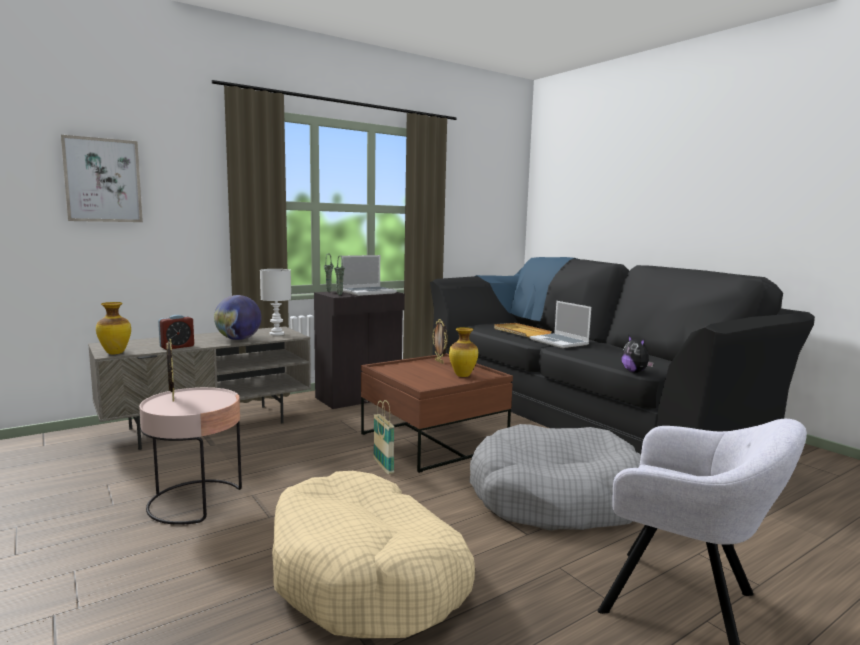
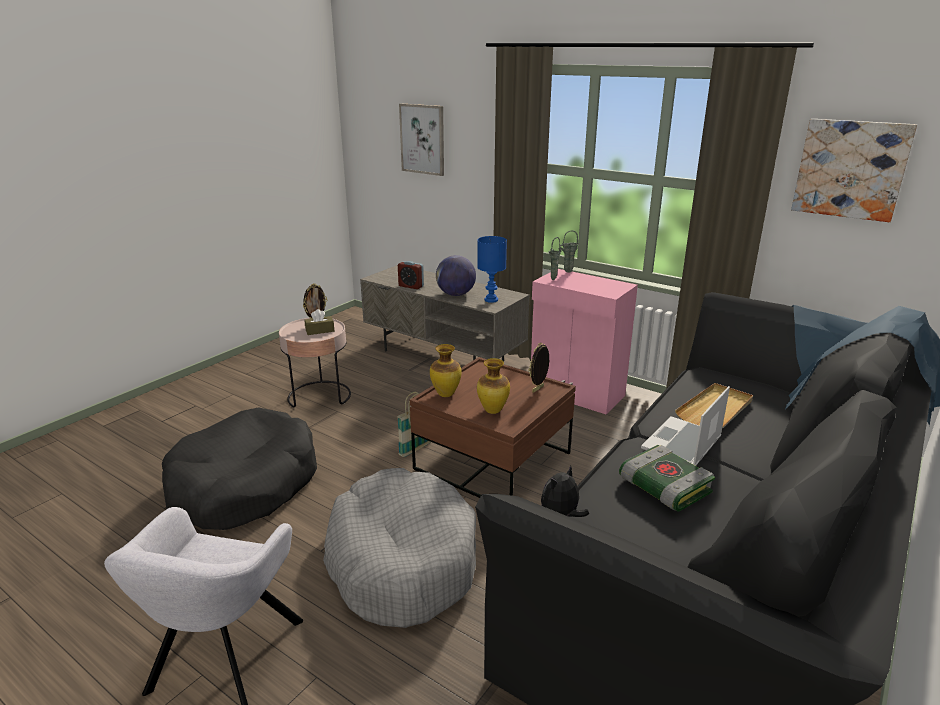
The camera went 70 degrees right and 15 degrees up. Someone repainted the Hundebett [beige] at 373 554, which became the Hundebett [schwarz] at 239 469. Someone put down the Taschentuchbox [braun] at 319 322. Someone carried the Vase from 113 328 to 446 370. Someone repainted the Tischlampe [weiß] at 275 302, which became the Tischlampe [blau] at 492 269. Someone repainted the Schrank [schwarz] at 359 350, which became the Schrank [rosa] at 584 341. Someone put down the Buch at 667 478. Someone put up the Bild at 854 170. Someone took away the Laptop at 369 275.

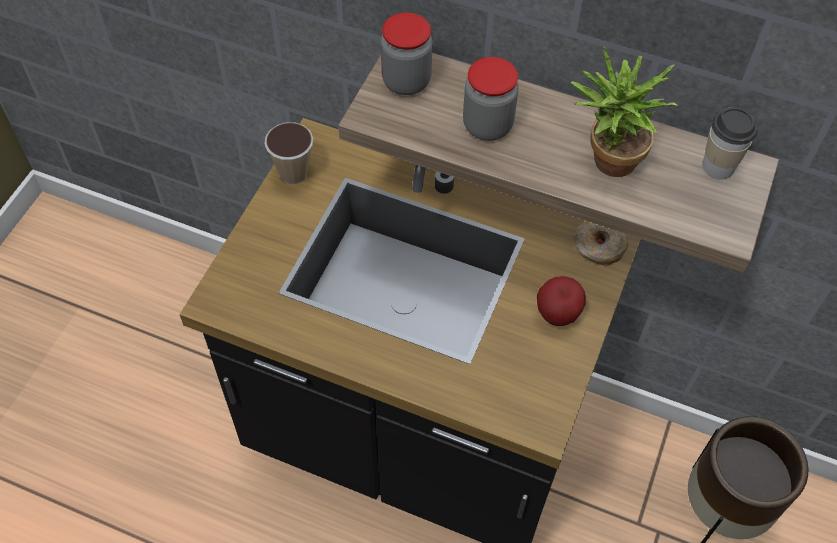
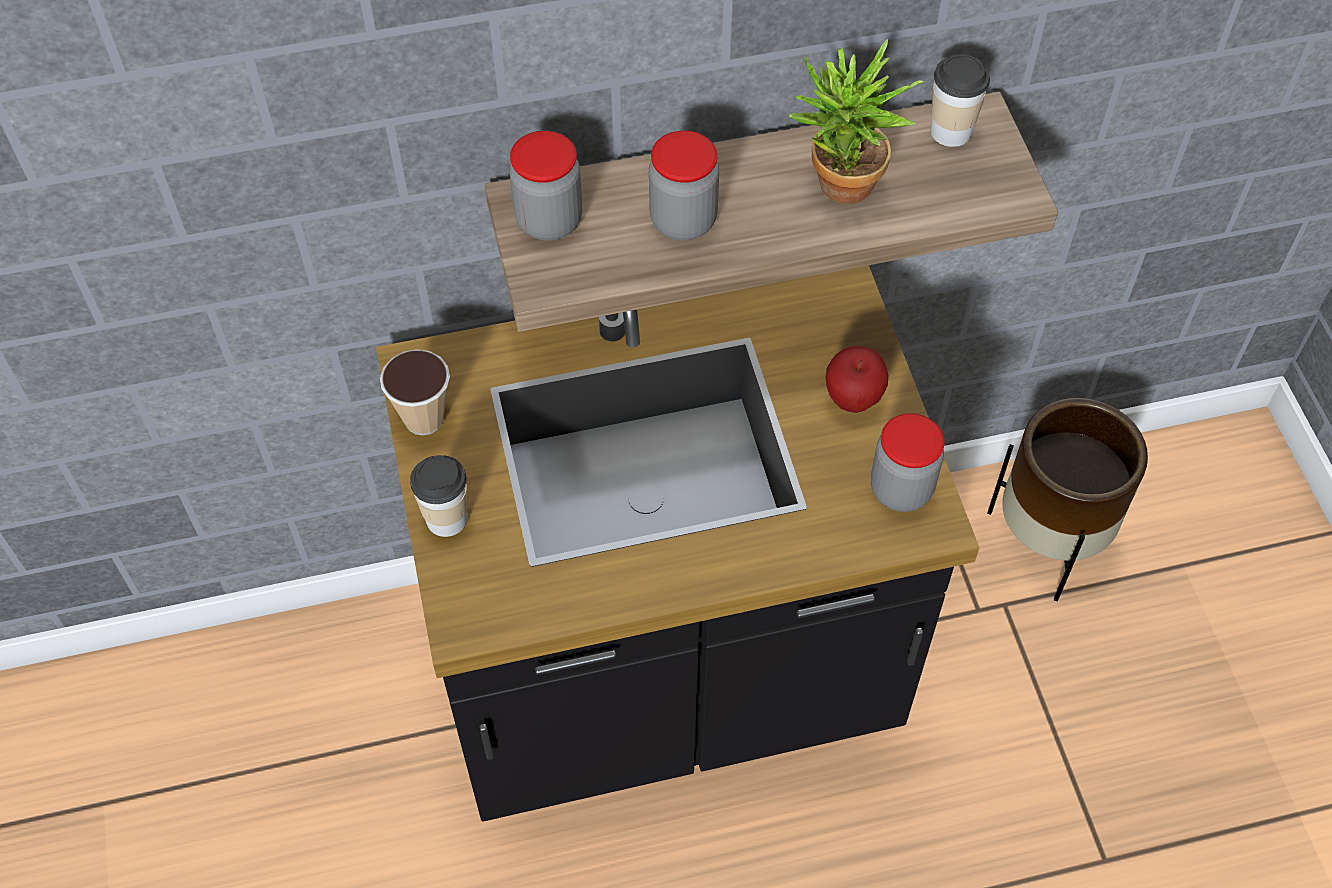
The camera went 35 degrees left and 0 degrees up. Someone put down the Tasse at 439 496. Someone put down the Vorratsglas at 908 462. Someone took away the Donut at 601 243.

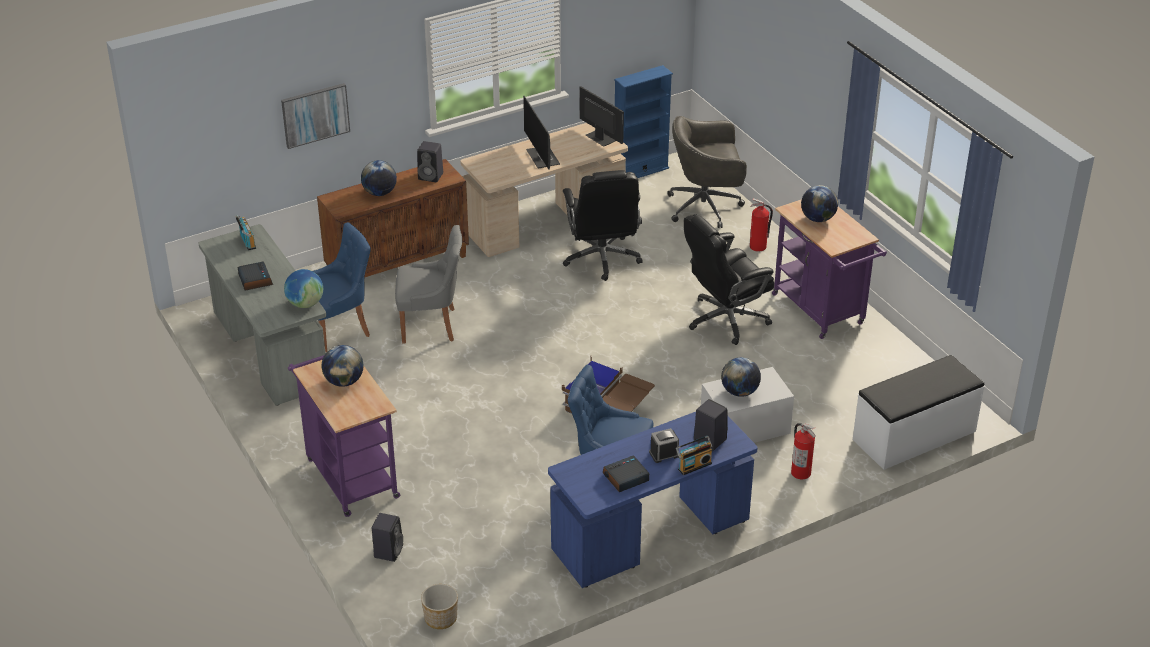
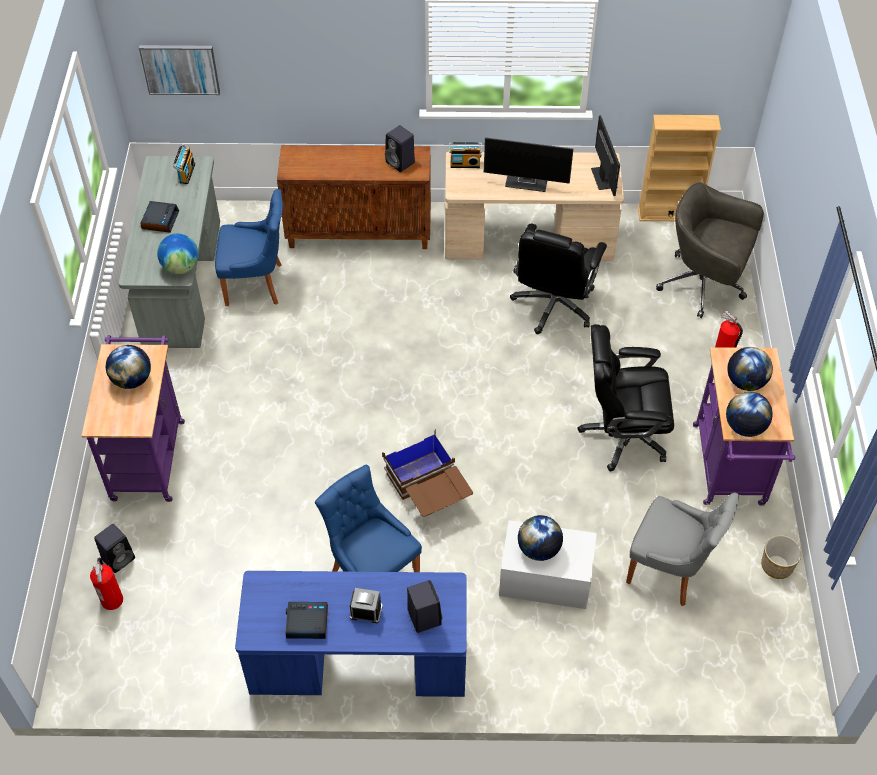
The camera went 30 degrees right and 15 degrees up. Someone carried the Feuerlöscher from 803 451 to 106 583. Someone carried the Bild from 315 116 to 179 70. Someone carried the Radio from 694 455 to 465 155. Someone rotated the Monitor at 541 133 by 90 degrees counterclockwise. Someone carried the Stuhl [grau] from 428 284 to 682 549. Someone repainted the Bücherregal [blau] at 643 121, which became the Bücherregal [beige] at 679 168. Someone carried the Globus from 379 178 to 749 414. Someone carried the Pflanzkübel from 439 606 to 781 557. Someone took away the Bank [weiß] at 919 412.

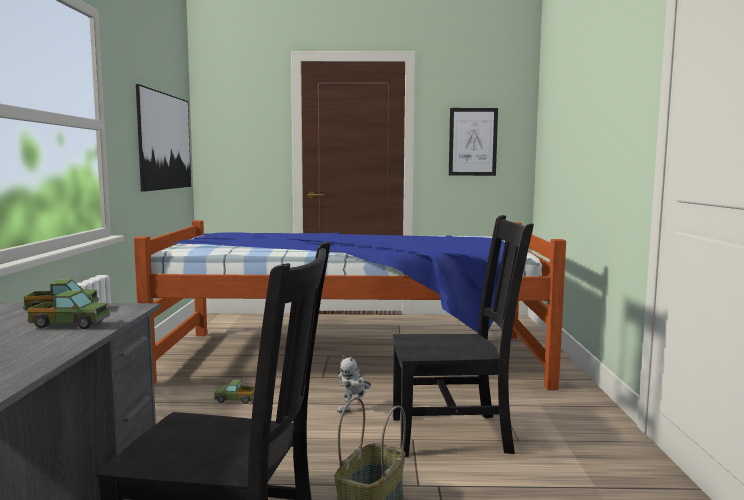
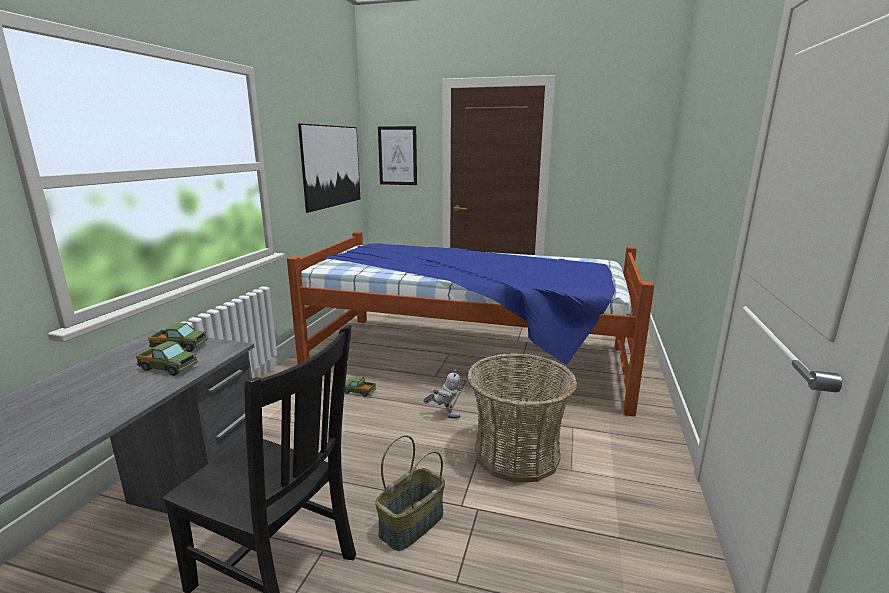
The camera went 15 degrees right and 10 degrees up. Someone carried the Bild from 473 142 to 397 155. Someone rotated the Spielzeugroboter at 354 384 by 135 degrees counterclockwise. Someone swapped the Stuhl [schwarz] at 463 336 for the Korb at 522 418.

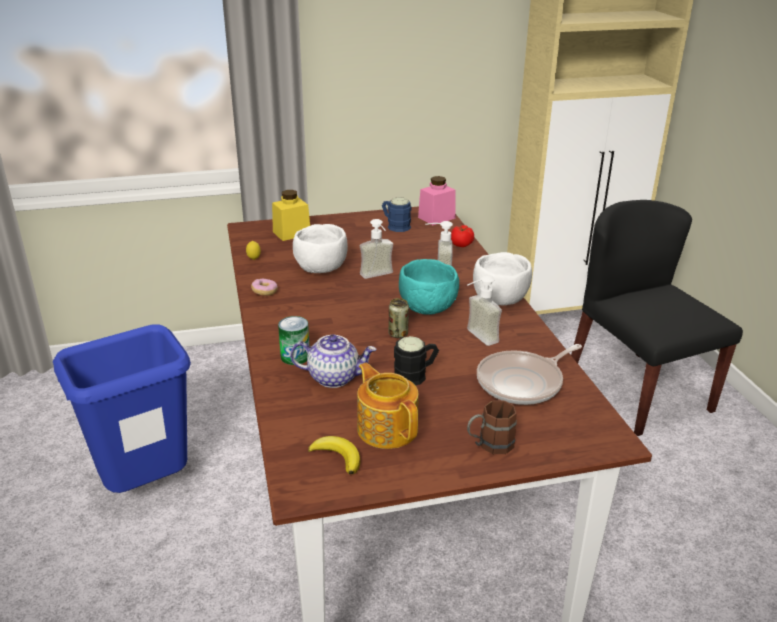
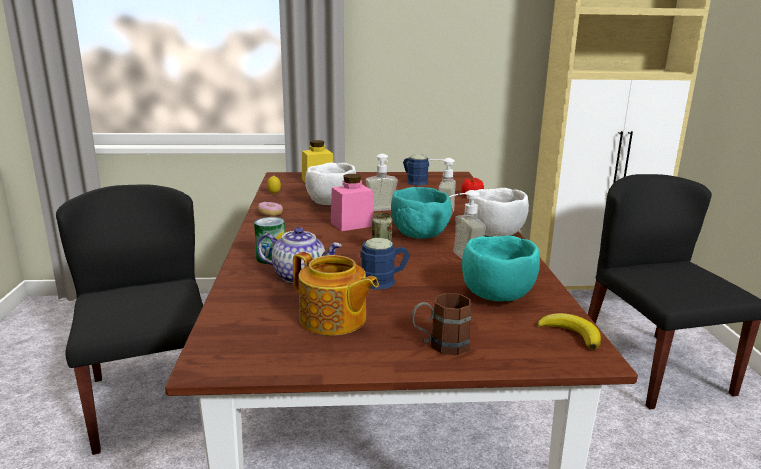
The camera went 10 degrees right and 10 degrees down. Someone swapped the Mülleimer [blau] at 122 408 for the Stuhl [schwarz] at 129 319. Someone rotated the Teekanne at 388 406 by 150 degrees clockwise. Someone carried the Vorratsglas [rosa] from 437 200 to 352 202. Someone repainted the Henkelbecher [schwarz] at 416 360, which became the Henkelbecher [blau] at 385 263. Someone swapped the Pfanne at 529 374 for the Schüssel [türkis] at 501 268. Someone carried the Banane from 334 455 to 569 331.

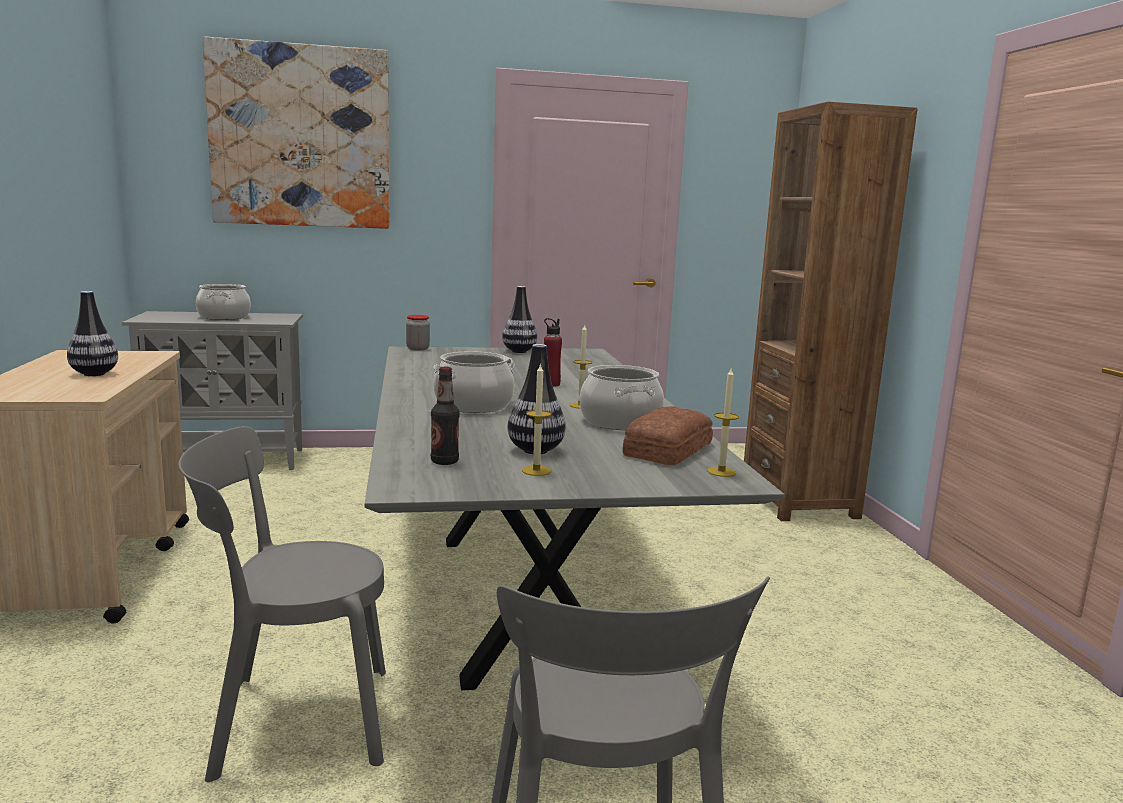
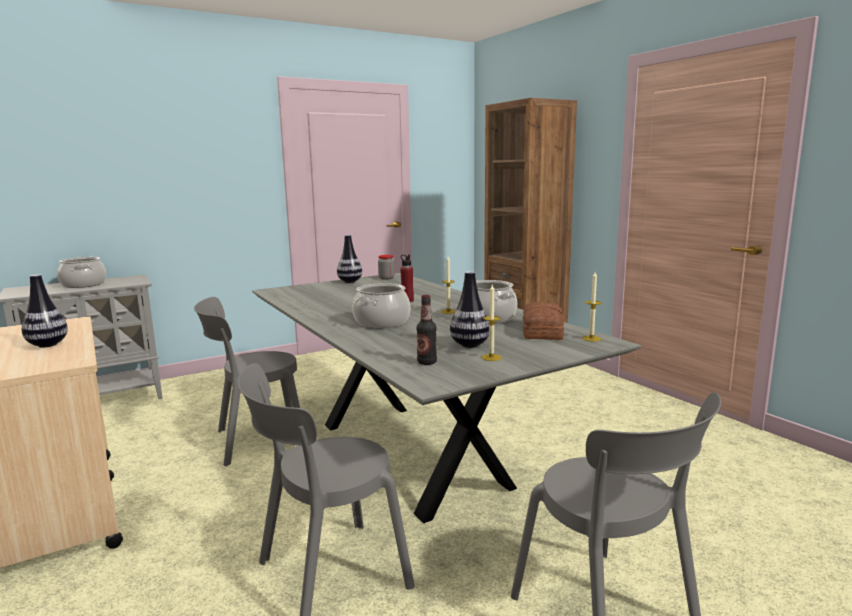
The camera went 20 degrees left and 0 degrees up. Someone put down the Stuhl [grau] at 247 381. Someone carried the Vorratsglas from 418 333 to 386 267. Someone took away the Bild at 296 133.

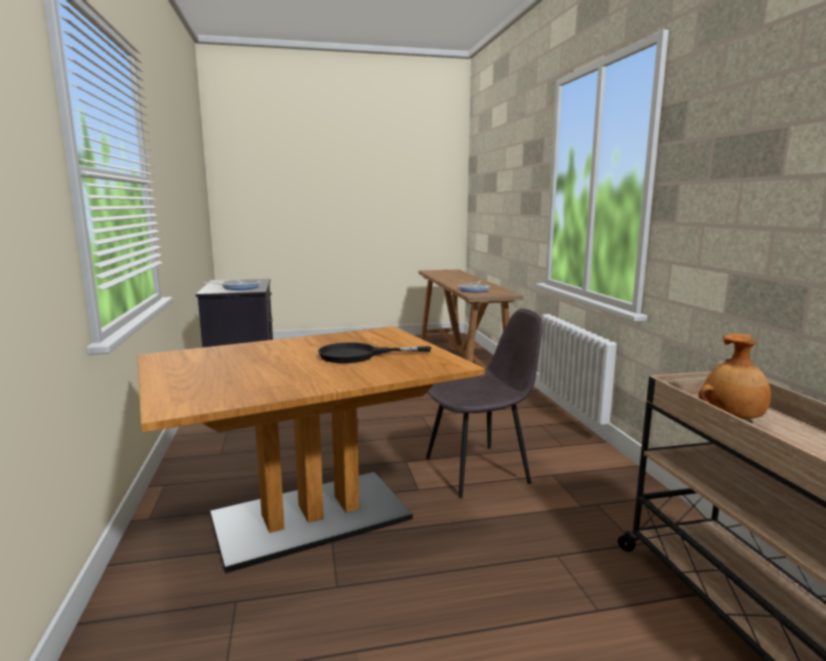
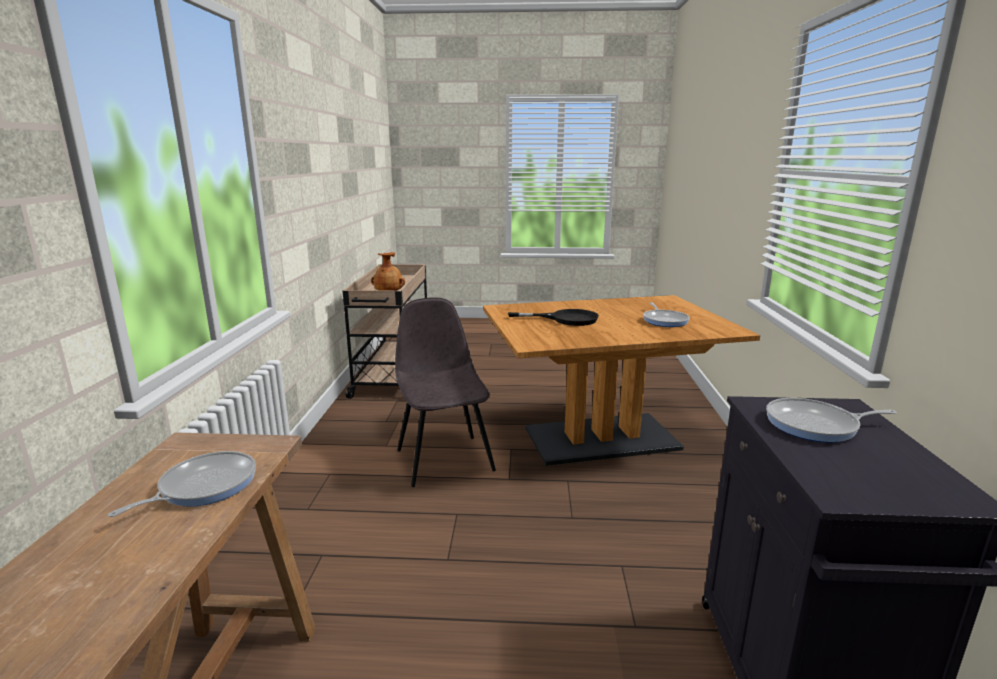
The camera went 165 degrees left and 5 degrees up. Someone rotated the Stuhl [grau] at 484 403 by 75 degrees clockwise. Someone put down the Pfanne at 666 315.

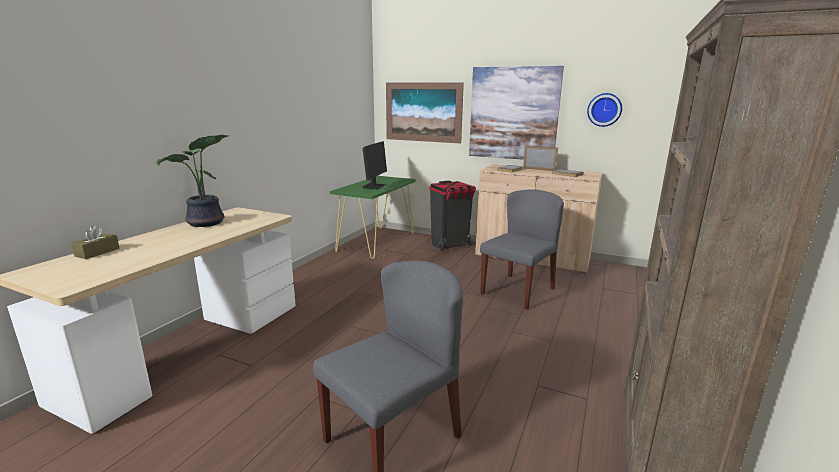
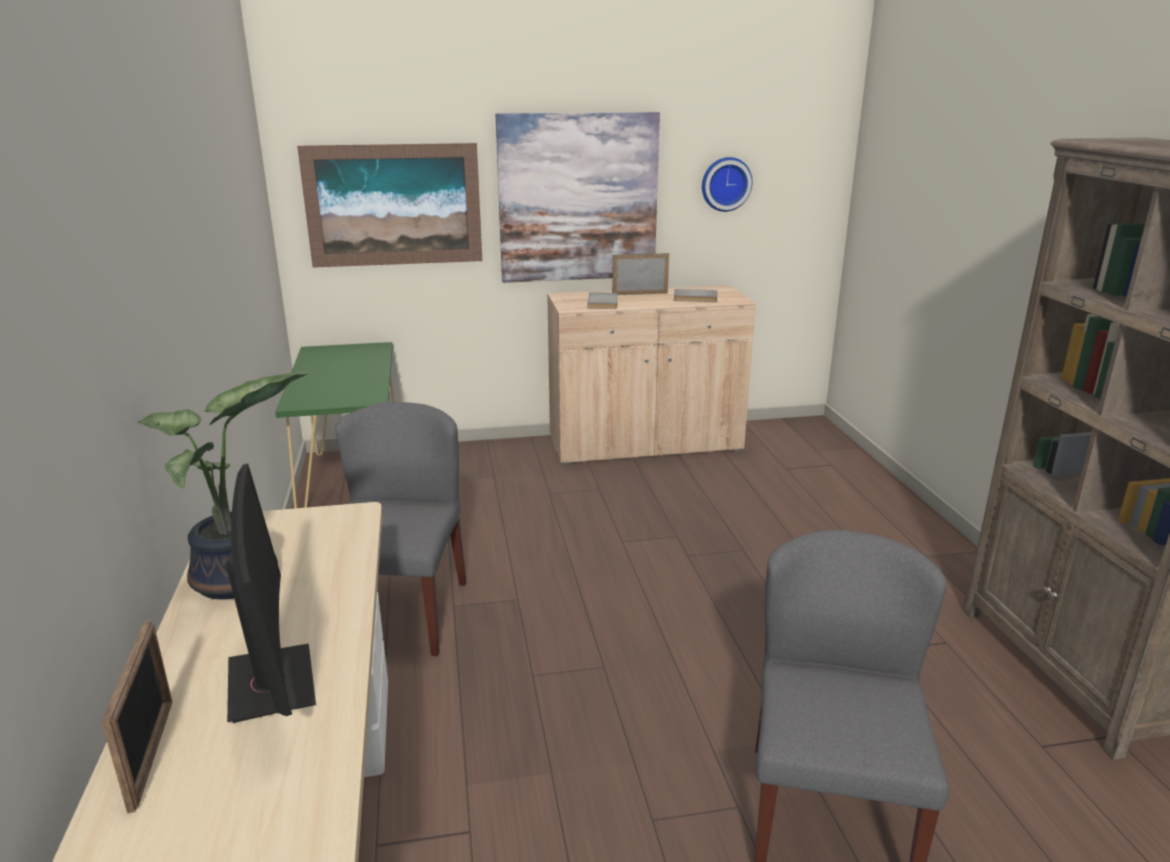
The camera went 35 degrees left and 5 degrees up. Someone swapped the Taschentuchbox [braun] at 95 242 for the Bilderrahmen at 137 716. Someone carried the Monitor from 375 165 to 271 593. Someone carried the Stuhl [grau] from 522 249 to 400 529. Someone took away the Mülleimer [schwarz] at 452 216.

